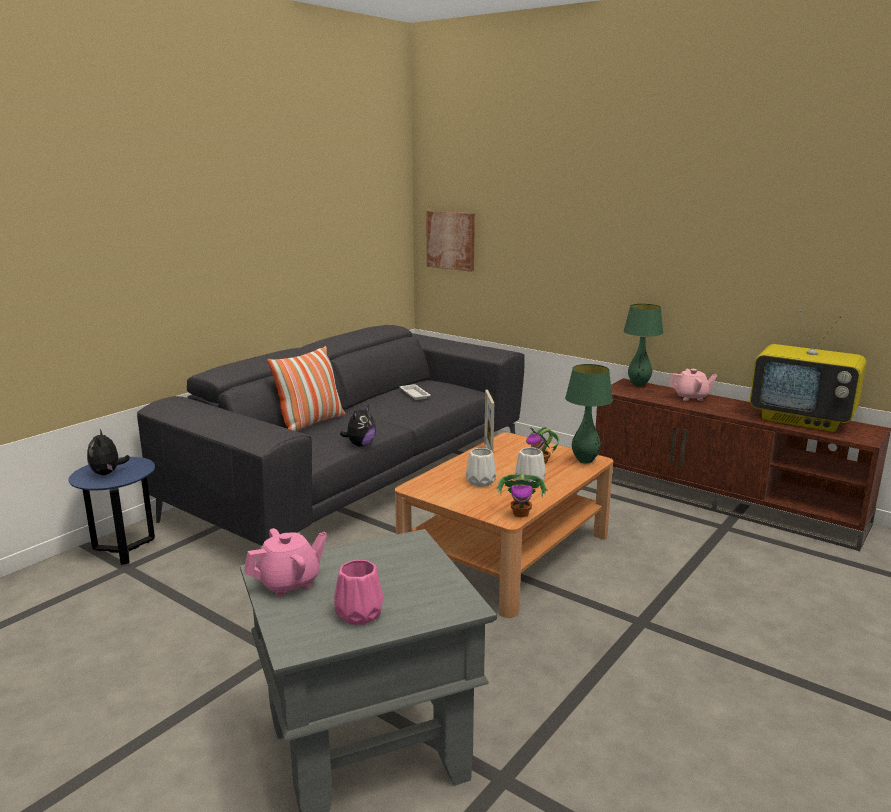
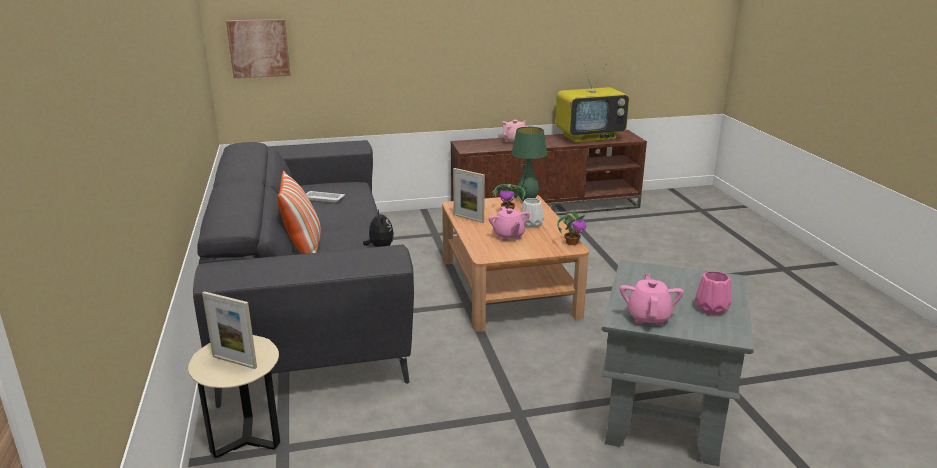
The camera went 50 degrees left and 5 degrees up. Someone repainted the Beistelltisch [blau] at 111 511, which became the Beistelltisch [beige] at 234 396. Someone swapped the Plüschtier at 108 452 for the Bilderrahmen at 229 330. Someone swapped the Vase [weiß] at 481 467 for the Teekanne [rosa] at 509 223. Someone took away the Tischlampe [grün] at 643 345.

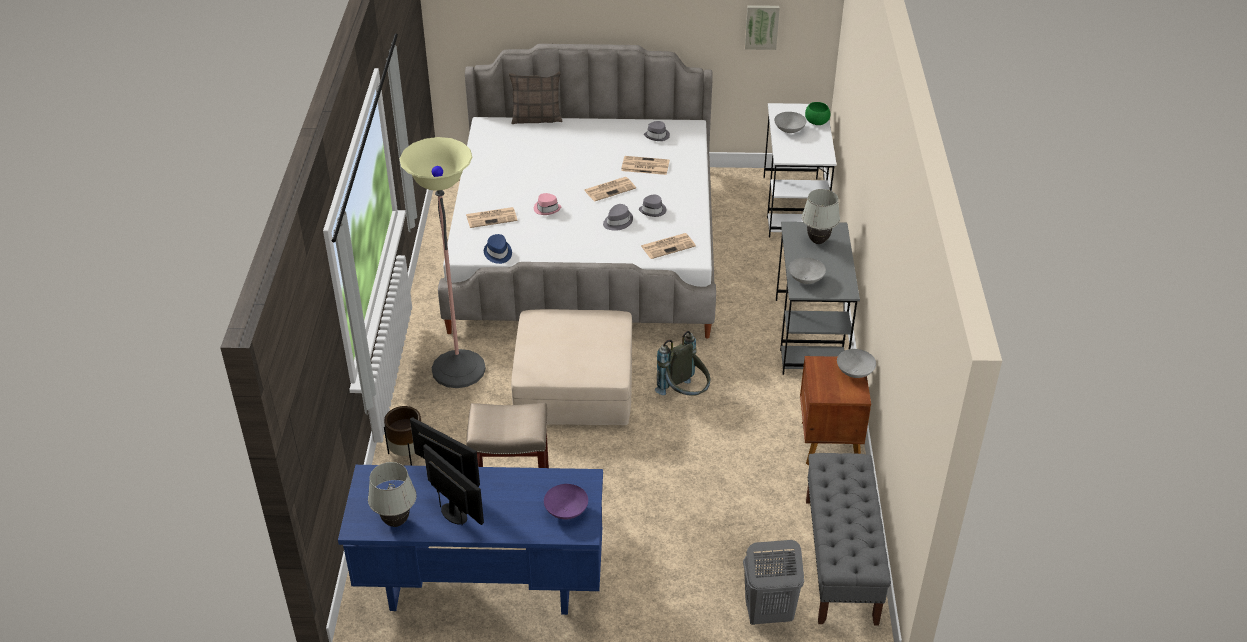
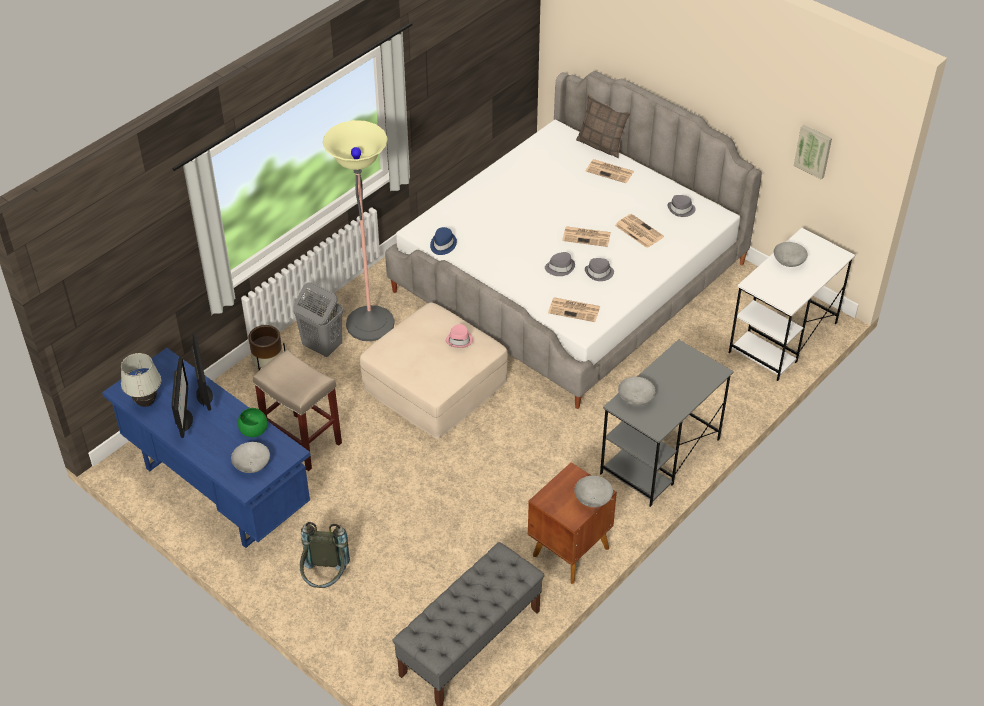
The camera went 40 degrees right and 5 degrees up. Someone repainted the Schüssel [lila] at 566 501, which became the Schüssel [grau] at 250 457. Someone carried the Schüssel [grün] from 818 113 to 253 422. Someone carried the Wäschekorb [grau] from 773 582 to 318 319. Someone carried the Rucksack [grau] from 682 363 to 325 555. Someone carried the Hut [rosa] from 547 204 to 459 336. Someone carried the Zeitung from 492 217 to 610 171. Someone took away the Tischlampe [weiß] at 821 216.

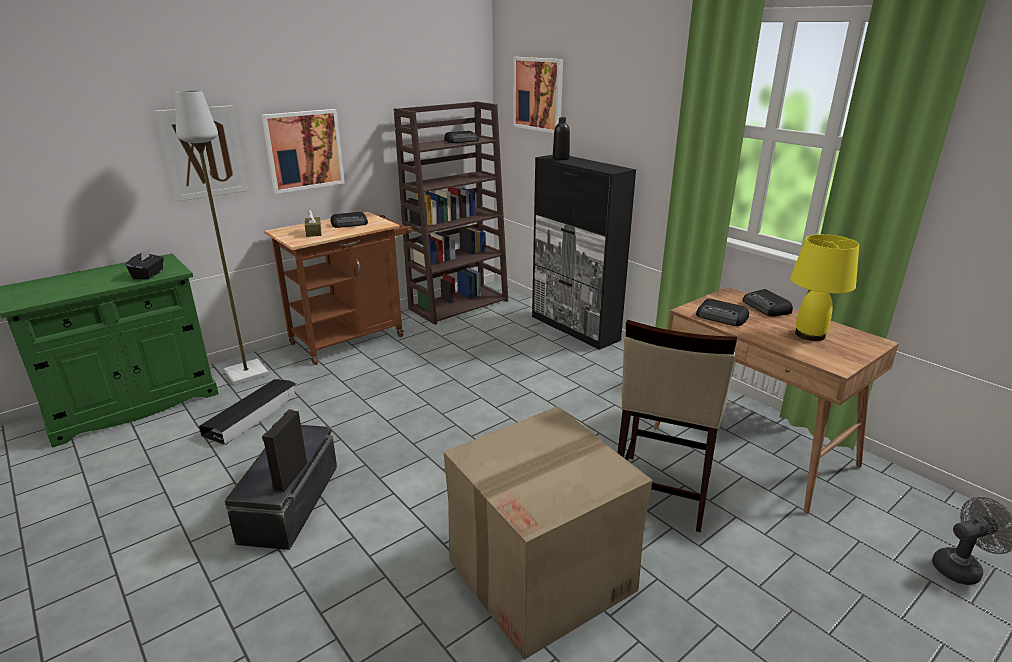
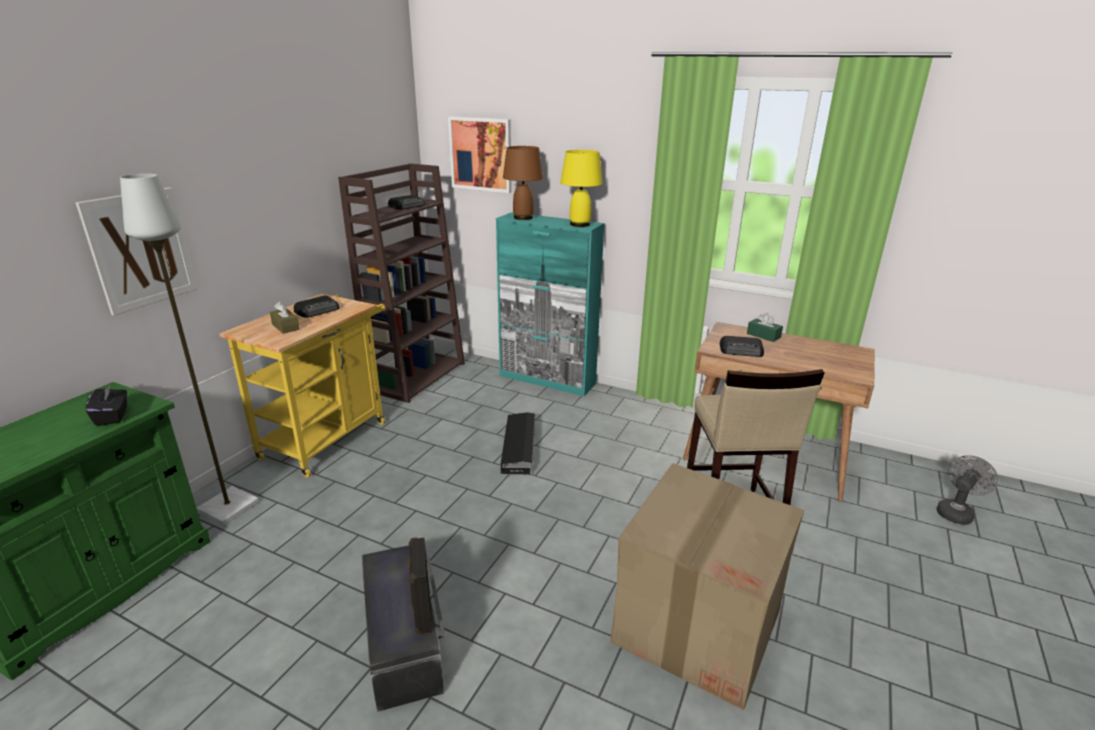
The camera went 25 degrees left and 0 degrees up. Someone repainted the Rollwagen [braun] at 338 288, which became the Rollwagen [gelb] at 302 385. Someone repainted the Schrank [schwarz] at 584 252, which became the Schrank [türkis] at 550 304. Someone carried the Aufbewahrungsbox [schwarz] from 247 412 to 518 443. Someone swapped the Flasche [schwarz] at 561 138 for the Tischlampe [braun] at 523 183. Someone carried the Tischlampe [gelb] from 824 287 to 581 188. Someone swapped the Radio at 768 303 for the Taschentuchbox [grün] at 765 327. Someone took away the Bild at 303 151.

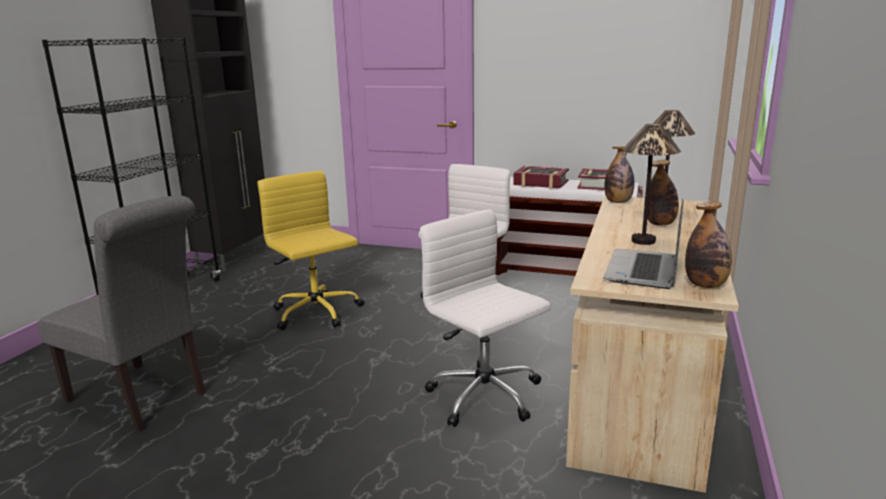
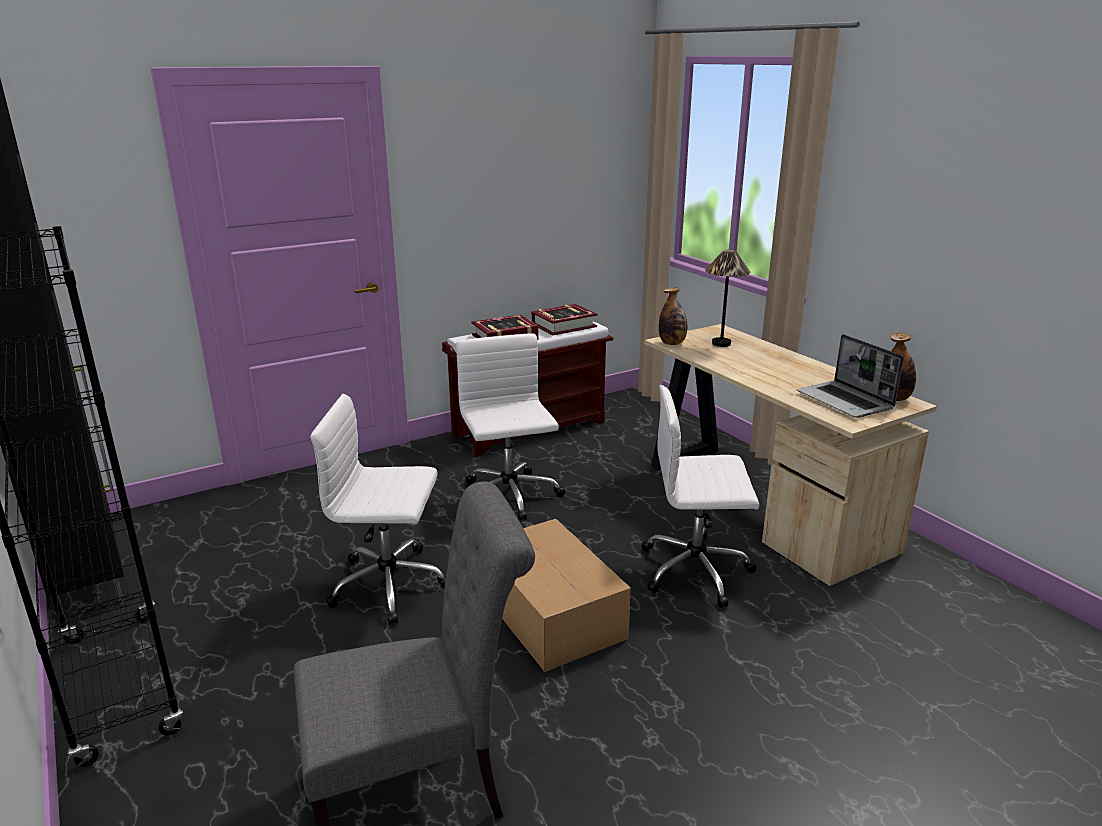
The camera went 50 degrees left and 5 degrees up. Someone repainted the Bürostuhl [gelb] at 310 250, which became the Bürostuhl [weiß] at 378 509. Someone put down the Karton at 566 595. Someone took away the Tischlampe at 652 184. Someone took away the Flasche at 661 192.

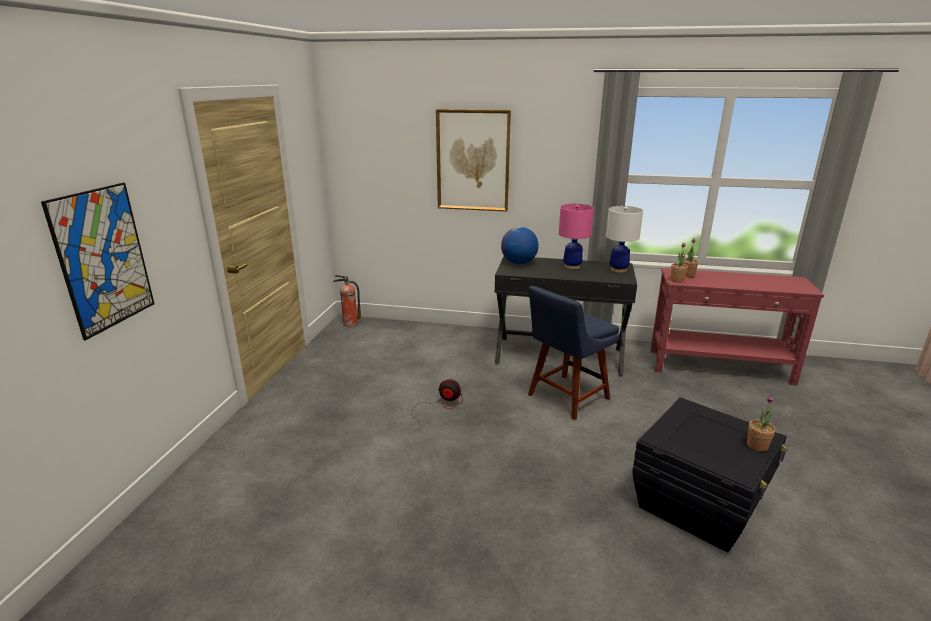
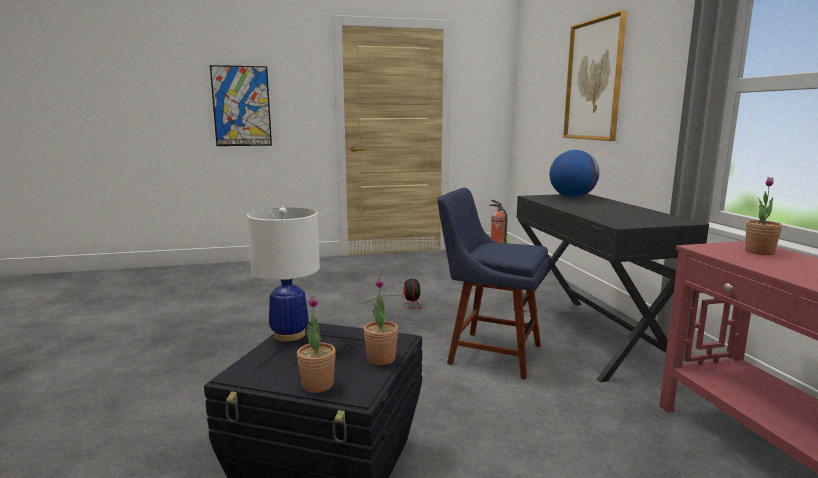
The camera went 65 degrees right and 10 degrees down. Someone carried the Tischlampe [weiß] from 624 239 to 283 274. Someone carried the Topfpflanze from 679 263 to 381 321. Someone took away the Tischlampe [rosa] at 576 236.

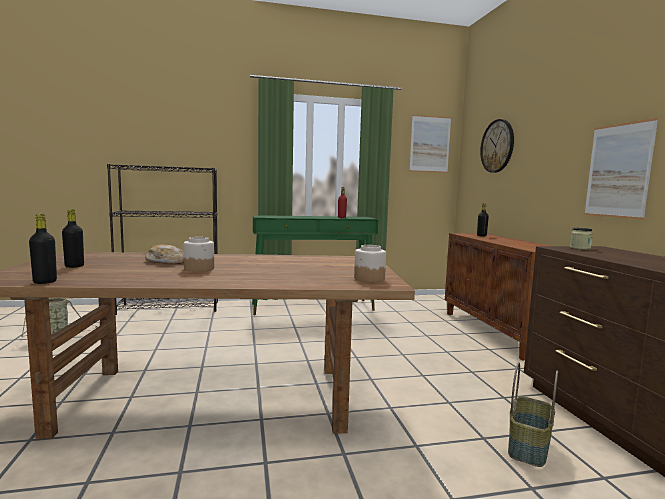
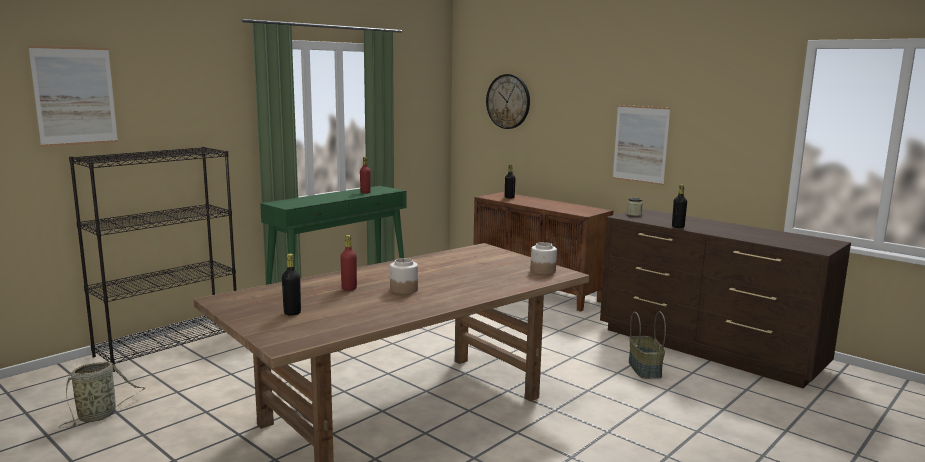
The camera went 35 degrees left and 5 degrees up. Someone carried the Bild from 430 144 to 73 96. Someone swapped the Brot at 164 254 for the Flasche [rot] at 348 263. Someone carried the Flasche [schwarz] from 43 249 to 679 206.

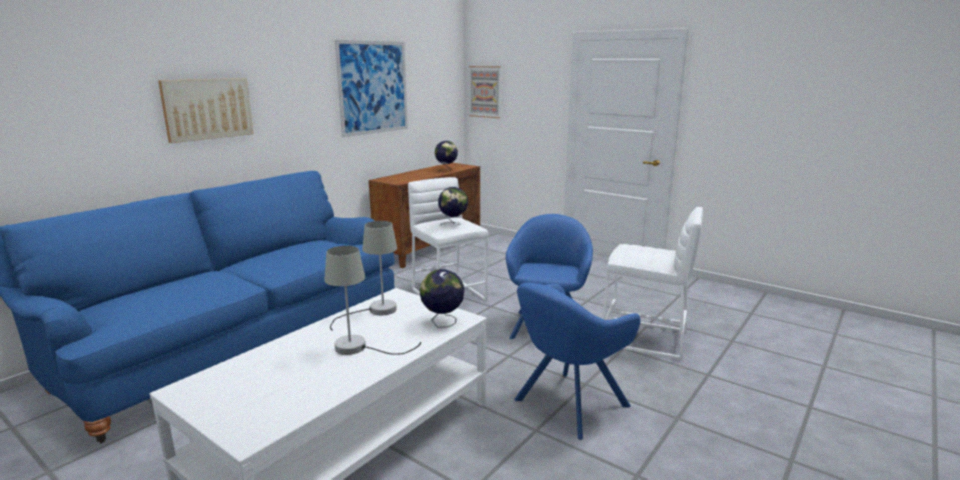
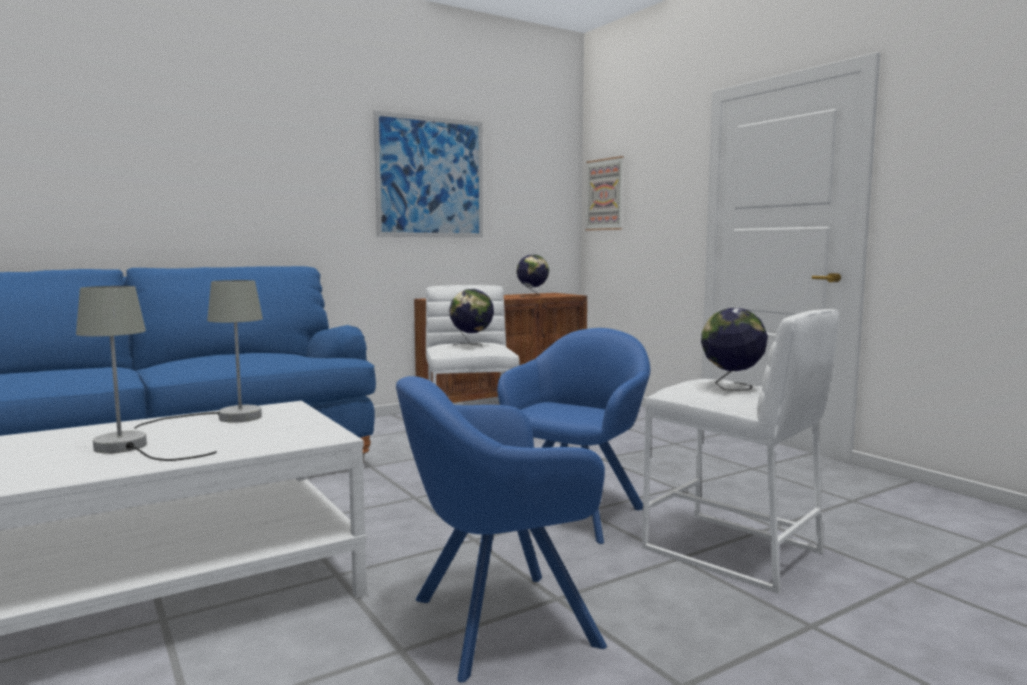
The camera went 20 degrees right and 10 degrees down. Someone carried the Globus from 442 298 to 734 349. Someone took away the Bild at 206 110.

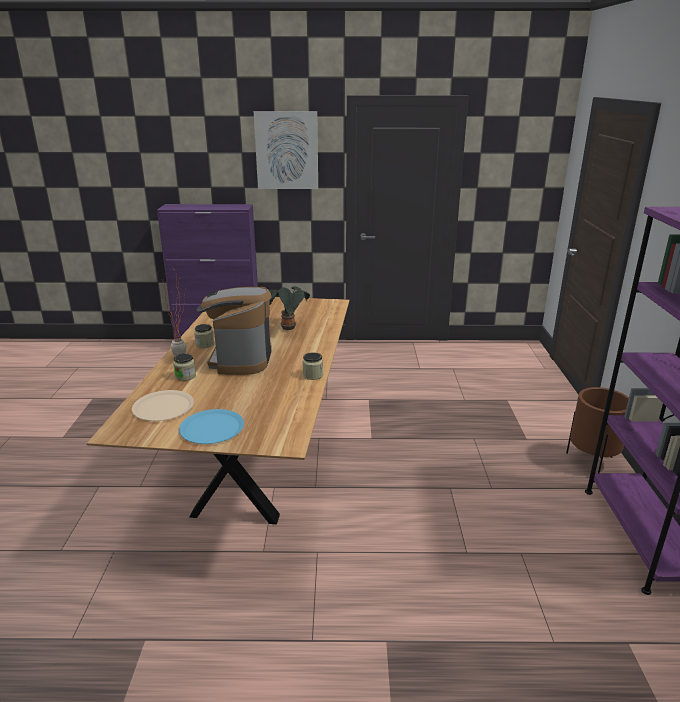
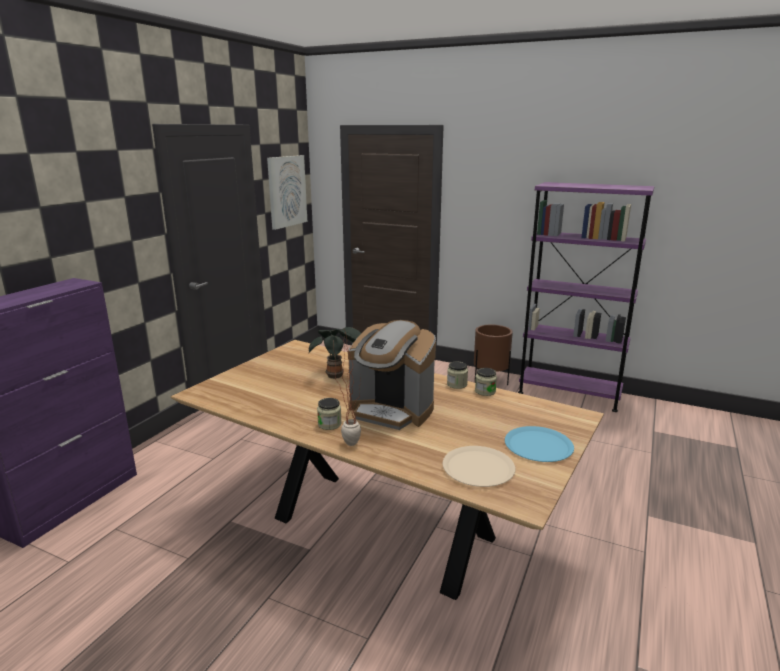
The camera went 65 degrees left and 5 degrees down. Someone carried the Bild from 286 150 to 287 192. Someone carried the Vorratsglas from 184 367 to 486 382.

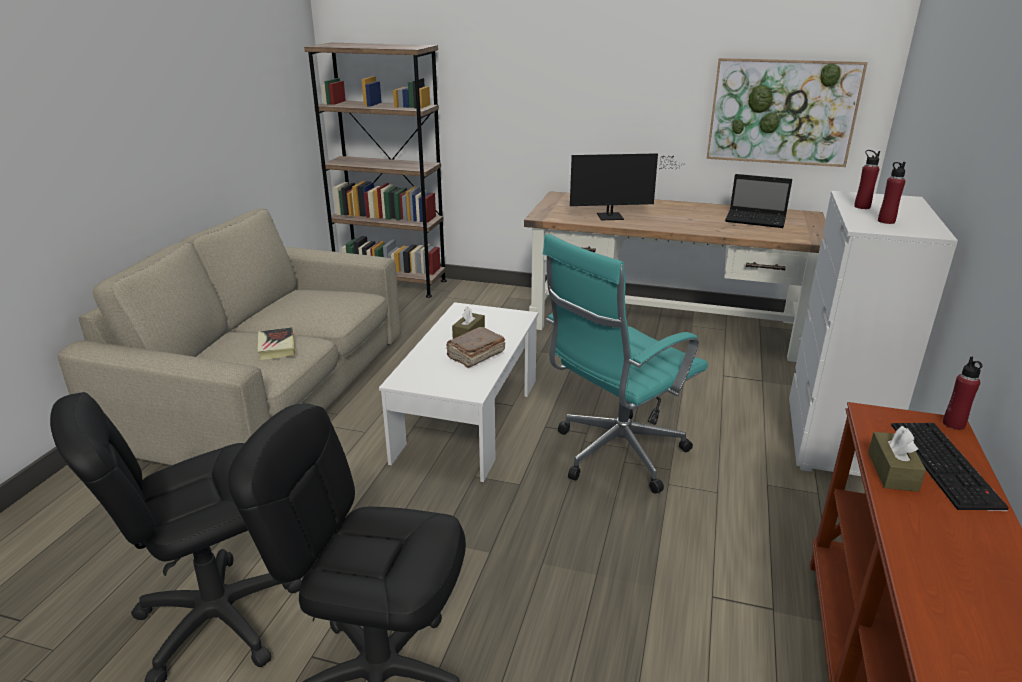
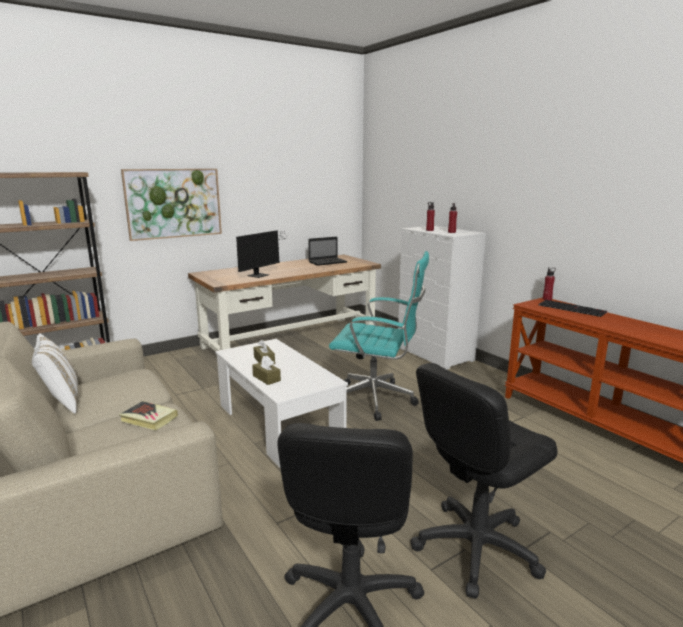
The camera went 50 degrees left and 10 degrees down. Someone put down the Kissen [weiß] at 55 374. Someone carried the Bild from 787 112 to 171 205. Someone carried the Taschentuchbox [braun] from 897 459 to 266 370. Someone rotated the Bürostuhl [türkis] at 625 364 by 75 degrees counterclockwise. Someone took away the Buch [braun] at 475 347.

